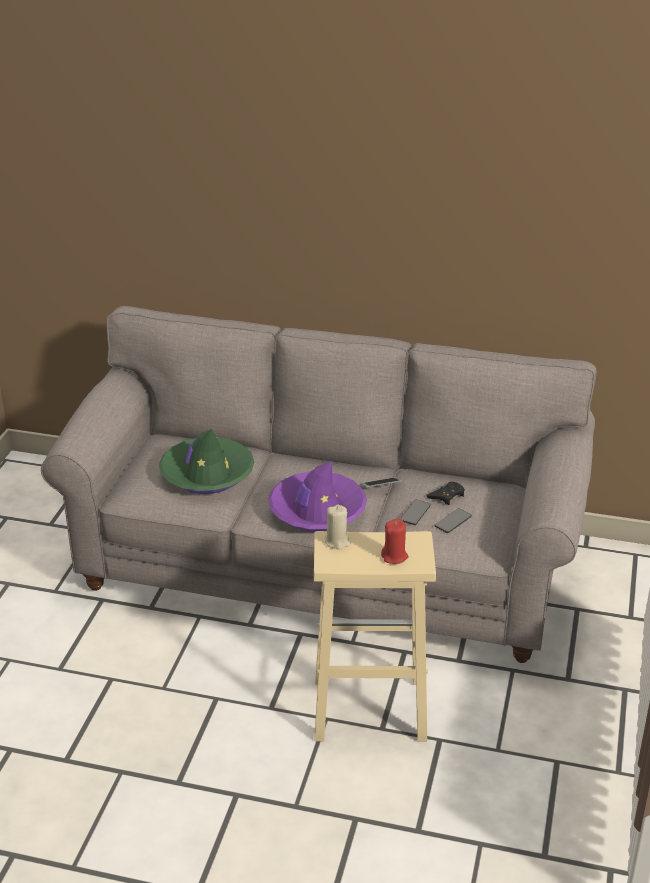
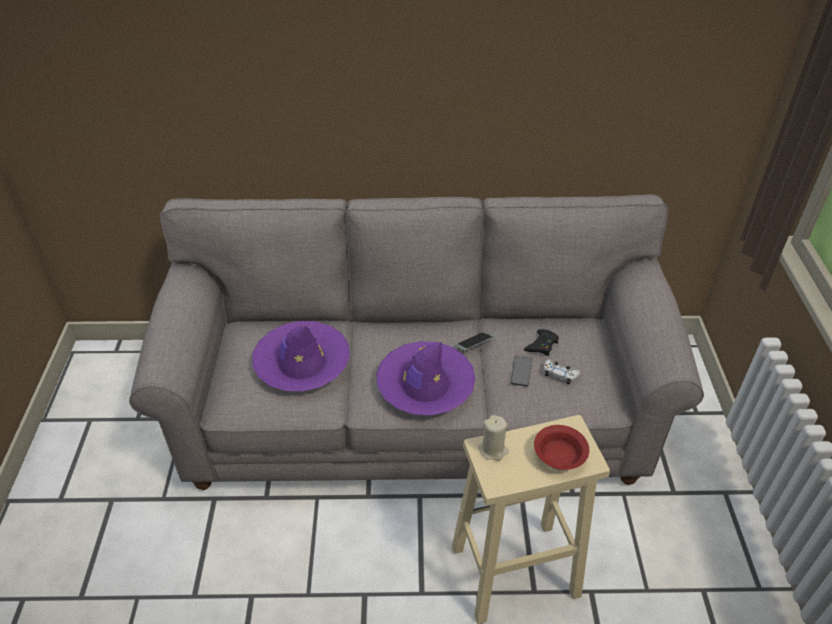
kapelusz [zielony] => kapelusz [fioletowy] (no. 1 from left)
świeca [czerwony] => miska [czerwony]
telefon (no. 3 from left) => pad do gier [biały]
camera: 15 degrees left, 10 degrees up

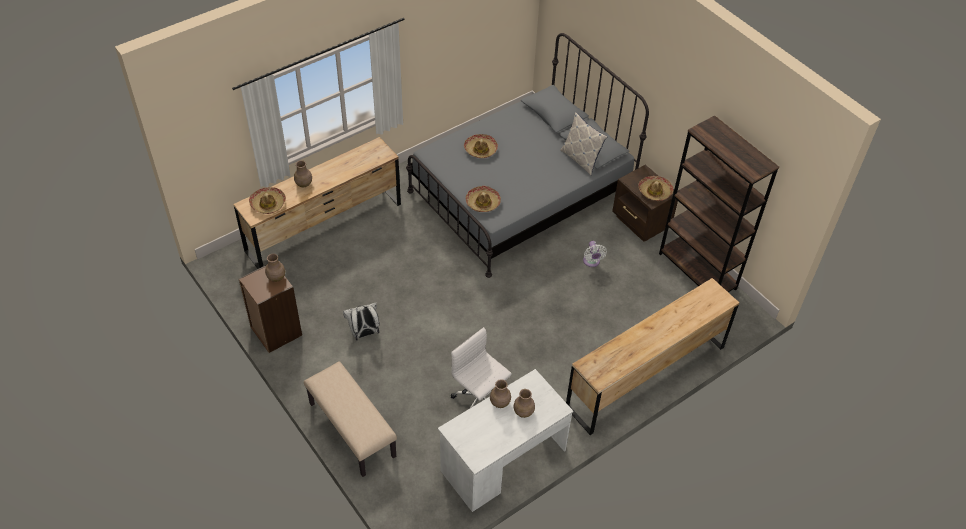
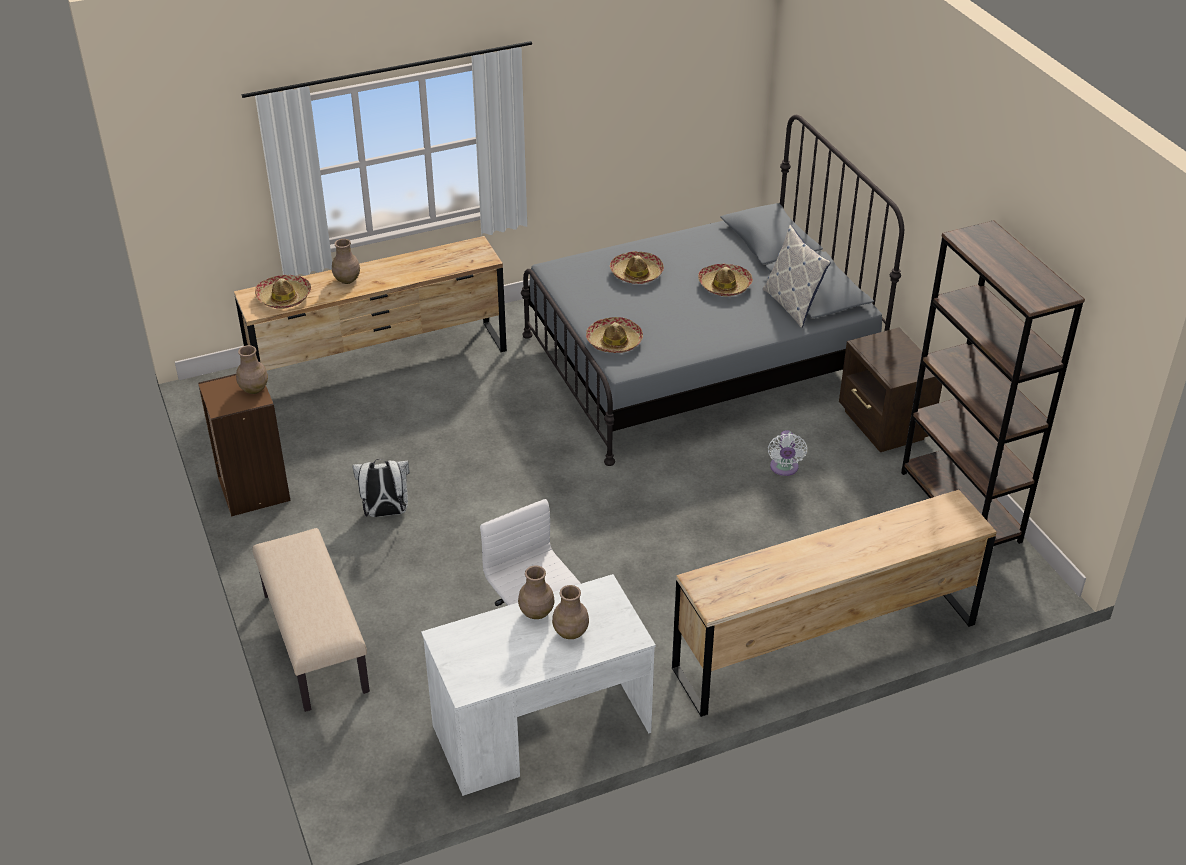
kapelusz (no. 4 from left), shifted
camera: 15 degrees right, 10 degrees down

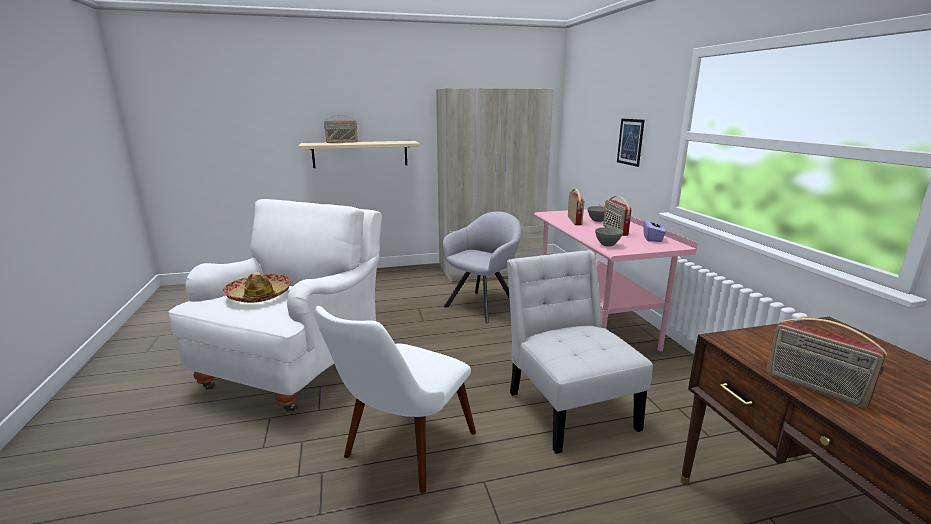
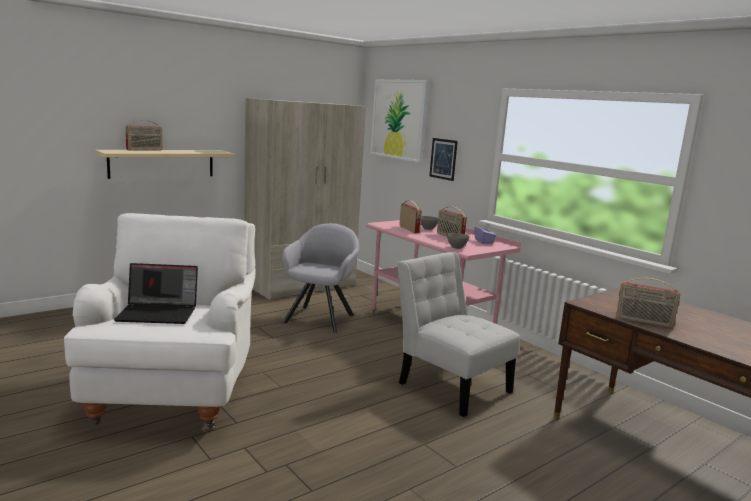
kapelusz => laptop
krzesło [biały] (no. 1 from left) => nothing
nothing => obraz (no. 1 from left)
camera: 25 degrees left, 5 degrees down

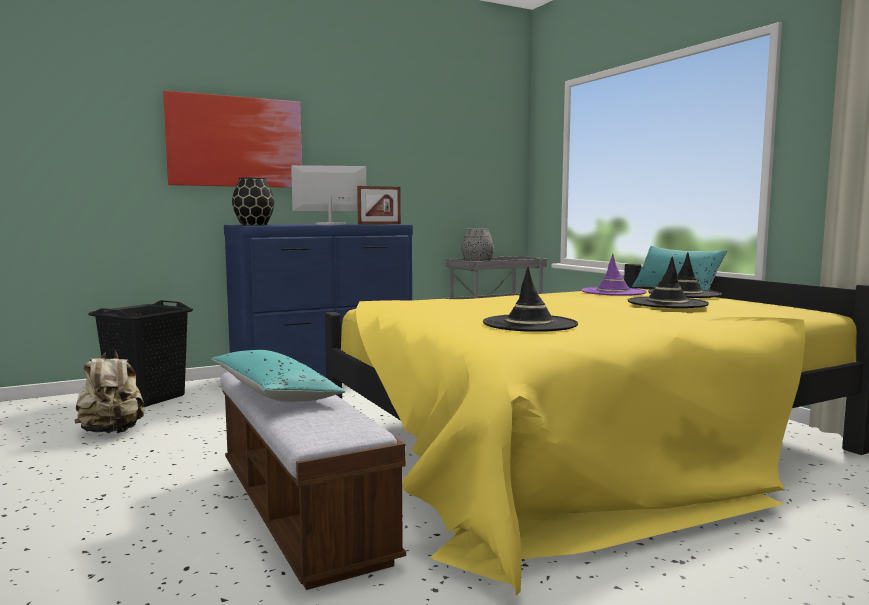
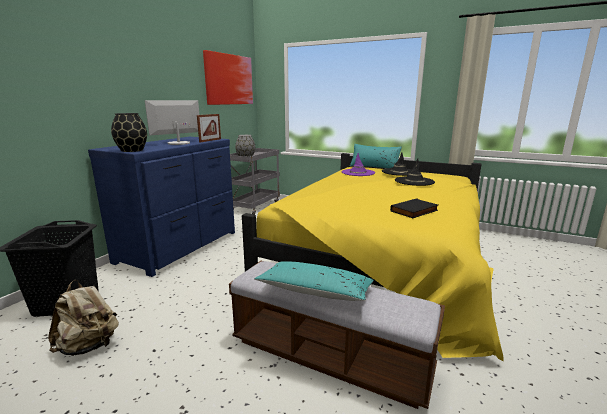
obraz, shifted
kapelusz [czarny] (no. 1 from left) => książka [czarny]
camera: 35 degrees left, 10 degrees up

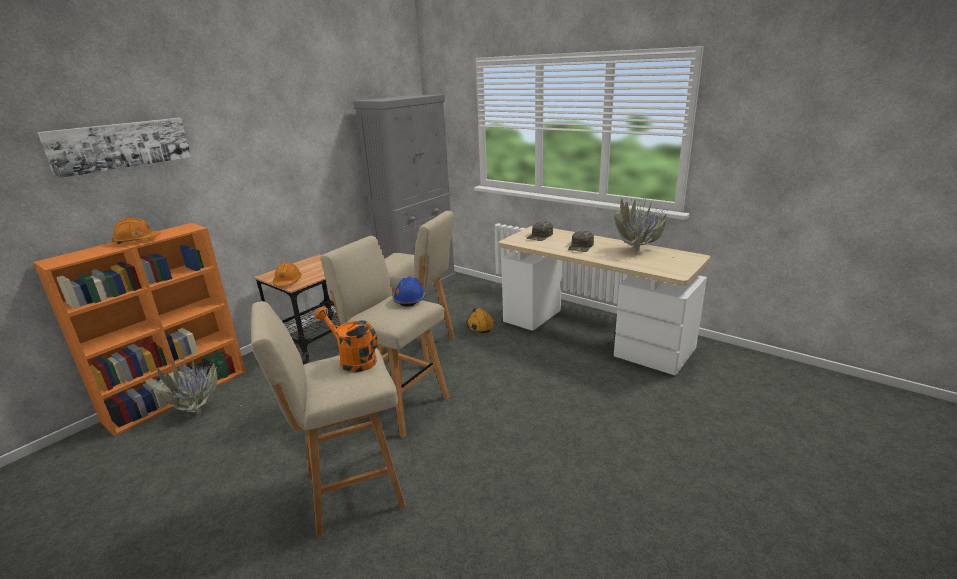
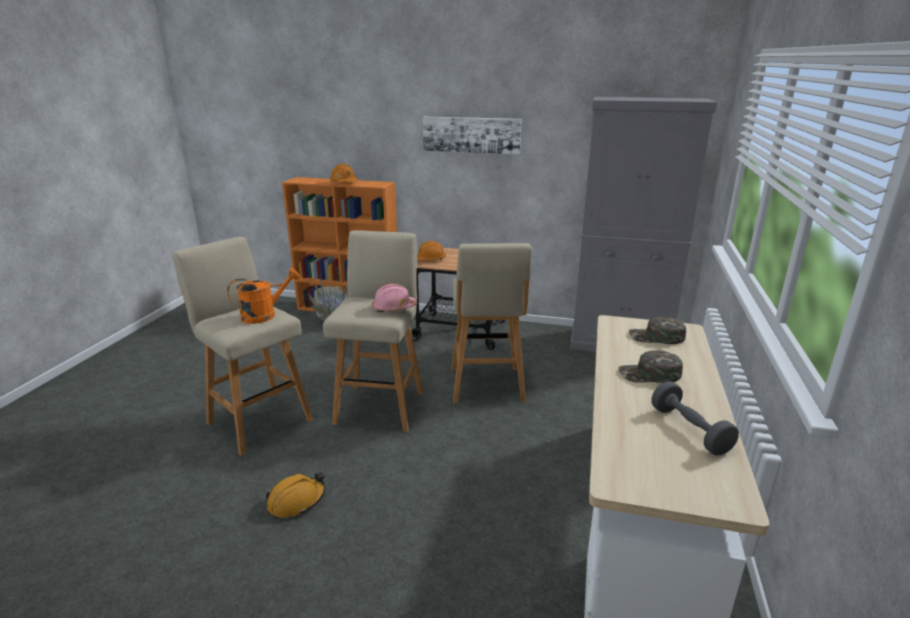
obraz, shifted
konewka [pomarańczowy], 45 degrees clockwise
kask [niebieski] => kask [różowy]
kask [pomarańczowy] (no. 3 from left in the first image) => kask [pomarańczowy] (no. 1 from left), shifted
roślina doniczkowa (no. 2 from left) => hantel [szary]
camera: 65 degrees right, 0 degrees up

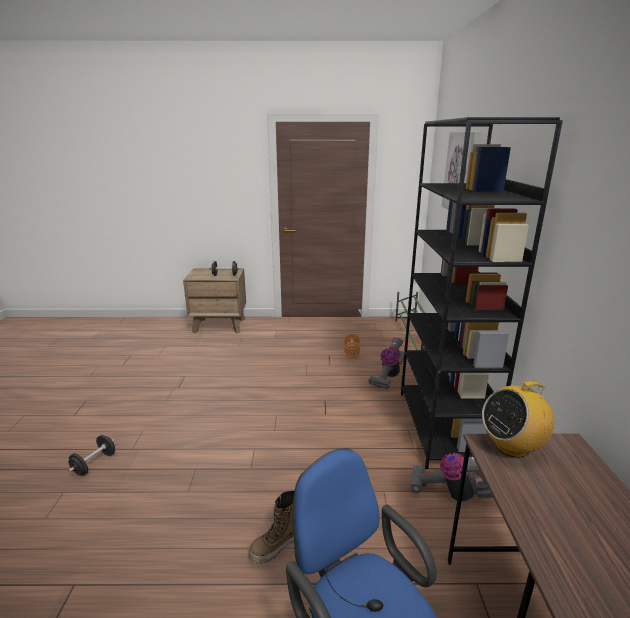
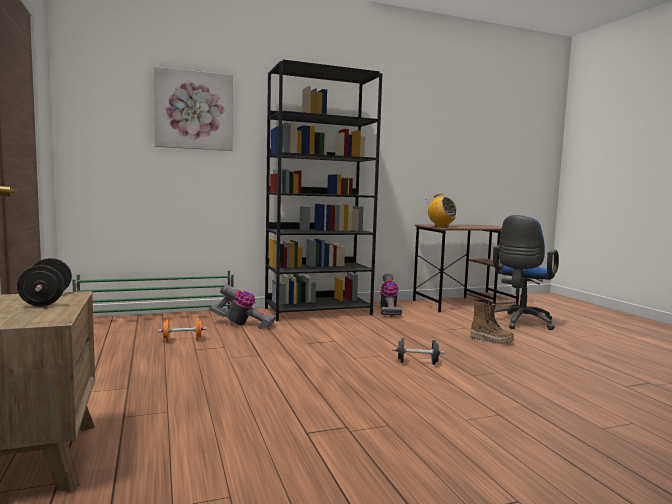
hantel [czarny] (no. 1 from left in the first image) => hantel [czarny] (no. 2 from left), shifted
camera: 110 degrees left, 15 degrees down

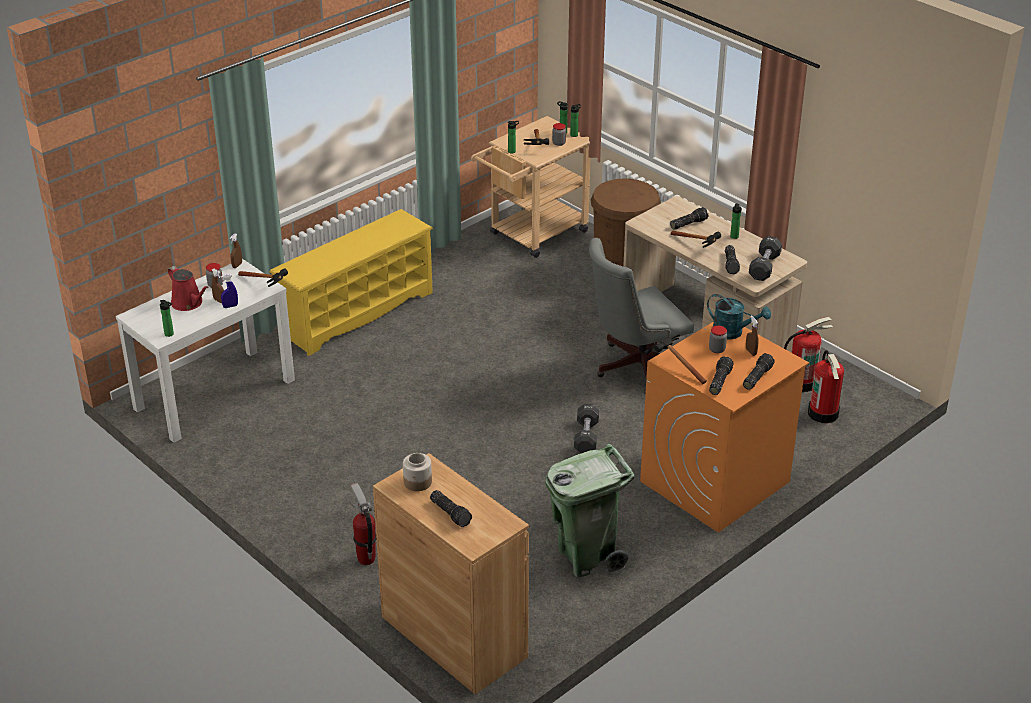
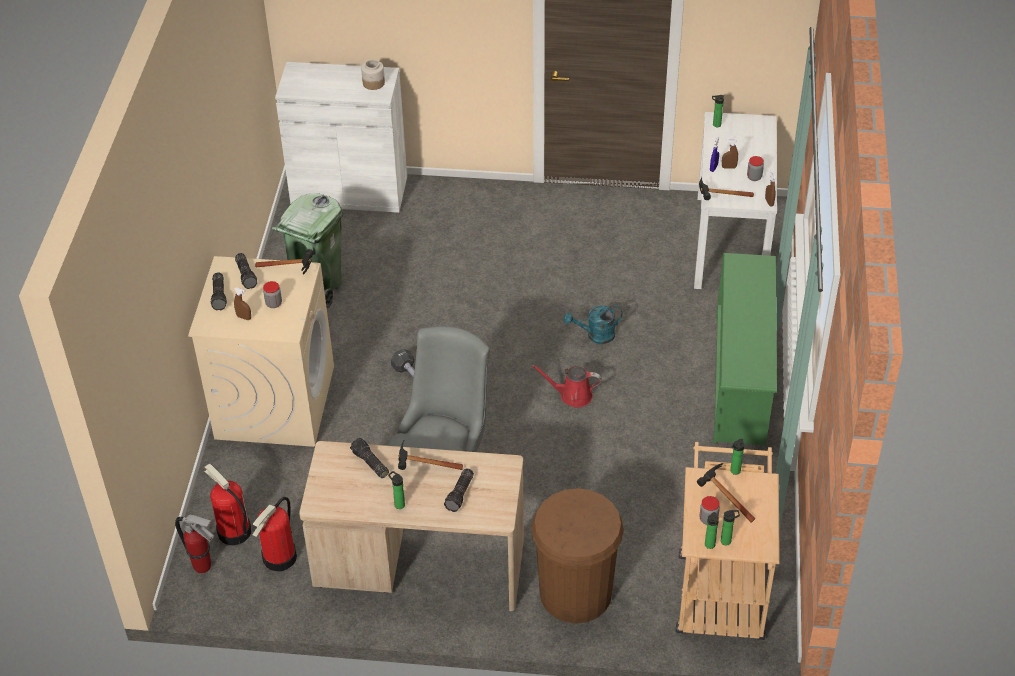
konewka [czerwony], shifted
regał na buty [żółty] => regał na buty [zielony]
gaśnica (no. 1 from left), shifted
szafka [brązowy] => szafka [biały]
latarka (no. 1 from left) => nothing
pralka [pomarańczowy] => pralka [beżowy]
konewka [turkusowy], shifted
hantel [czarny] (no. 2 from left) => nothing
camera: 140 degrees right, 10 degrees up

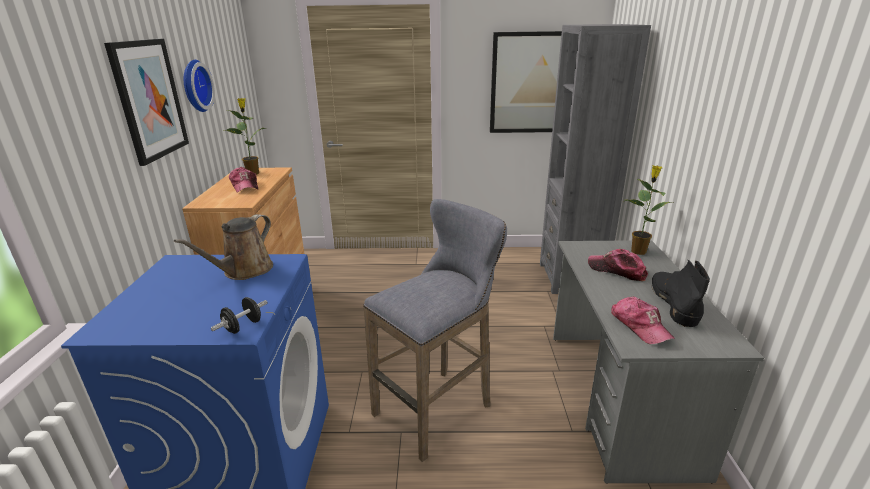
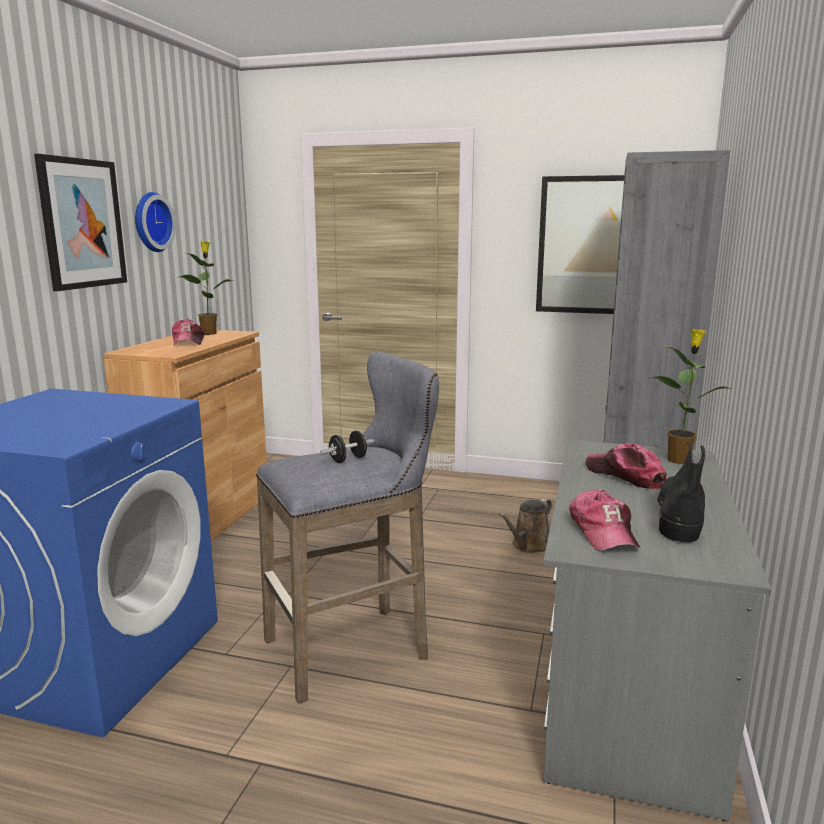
konewka [brązowy], shifted
hantel [czarny], shifted
camera: 15 degrees right, 10 degrees down

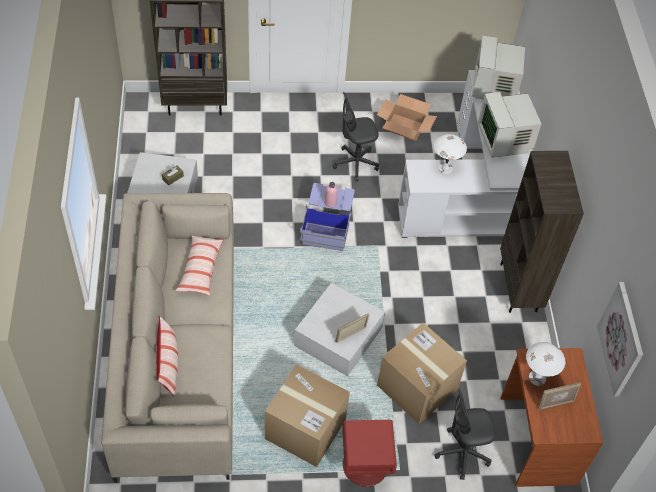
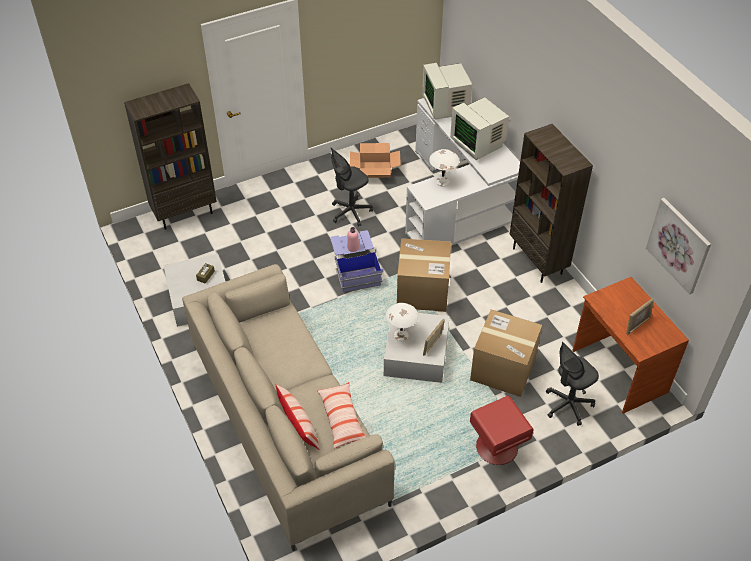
poduszka (no. 2 from left), shifted
karton (no. 1 from left in the first image) => karton (no. 2 from left), shifted
lampa stołowa [biały] (no. 2 from left in the first image) => lampa stołowa [biały] (no. 1 from left), shifted
camera: 20 degrees left, 5 degrees down

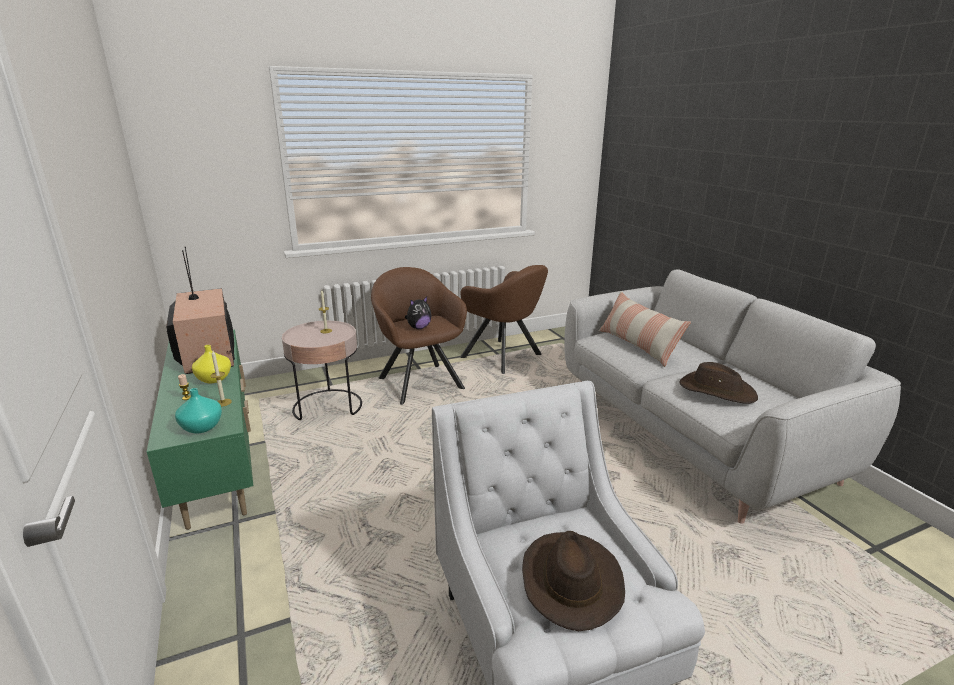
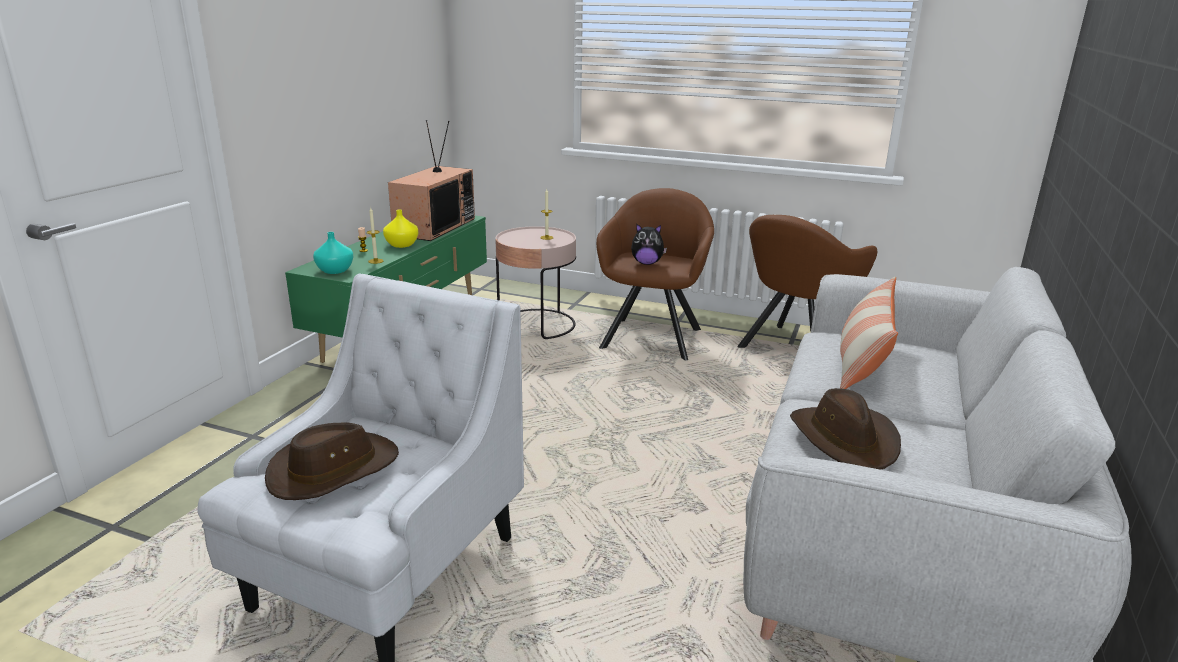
fotel [brązowy] (no. 2 from left), 45 degrees clockwise
camera: 45 degrees right, 0 degrees up

